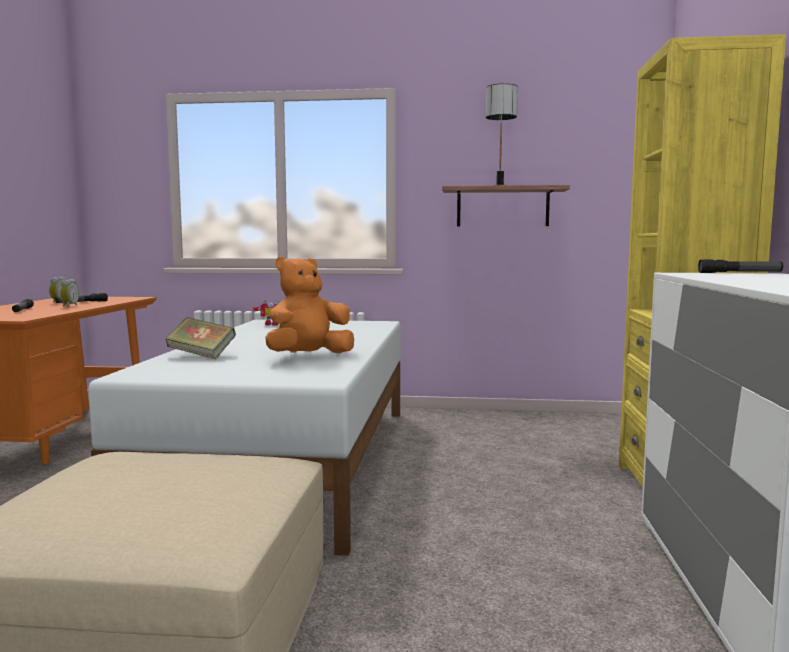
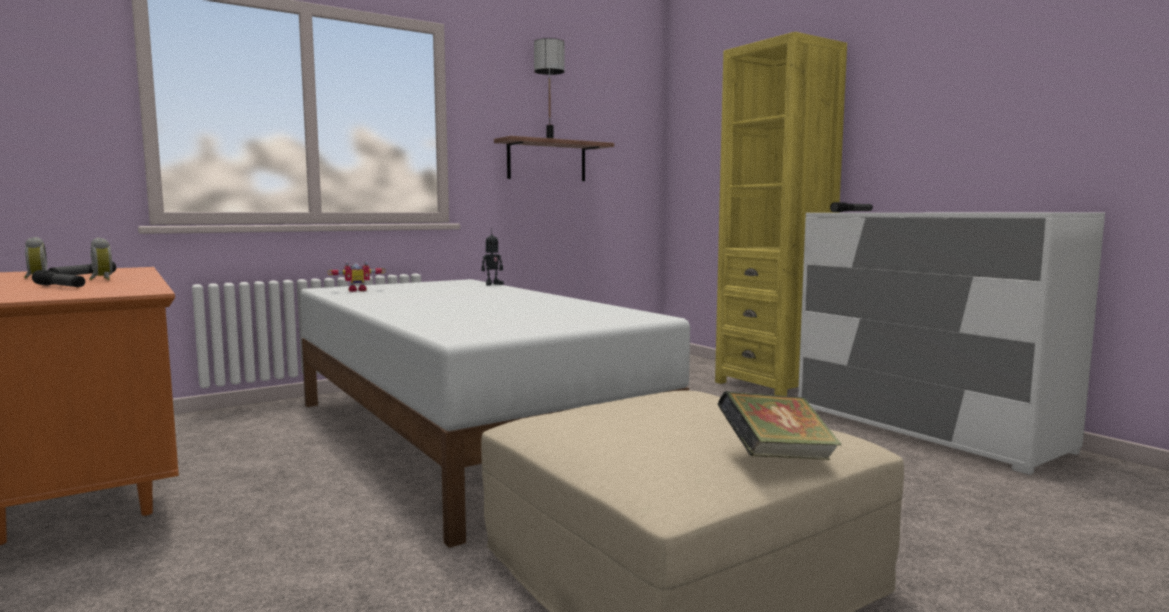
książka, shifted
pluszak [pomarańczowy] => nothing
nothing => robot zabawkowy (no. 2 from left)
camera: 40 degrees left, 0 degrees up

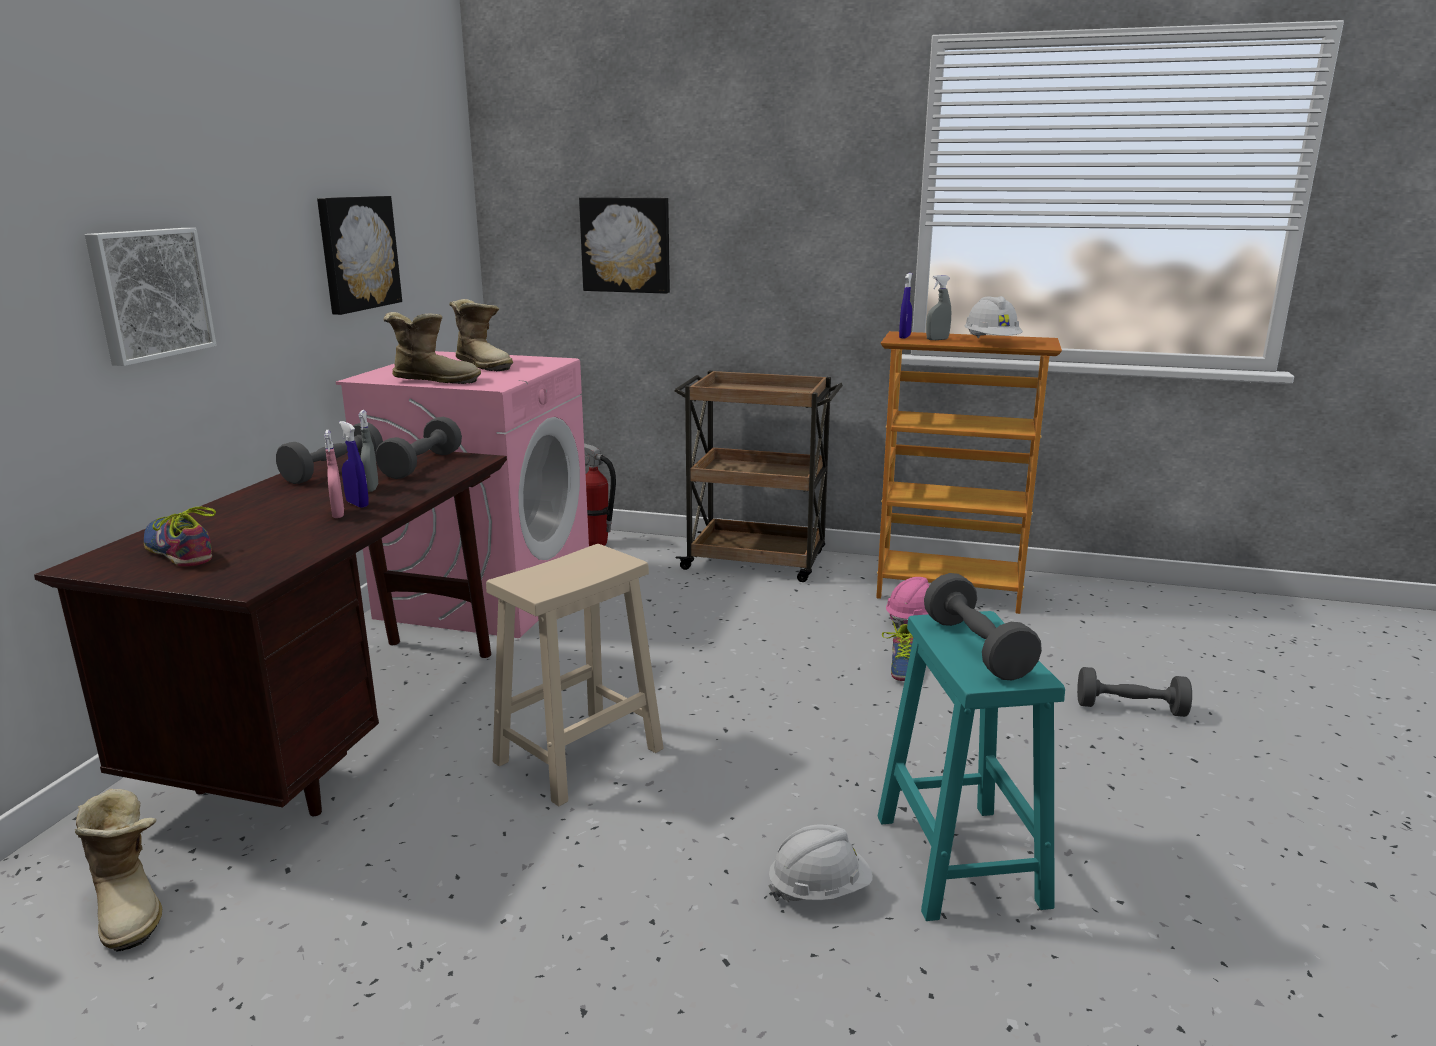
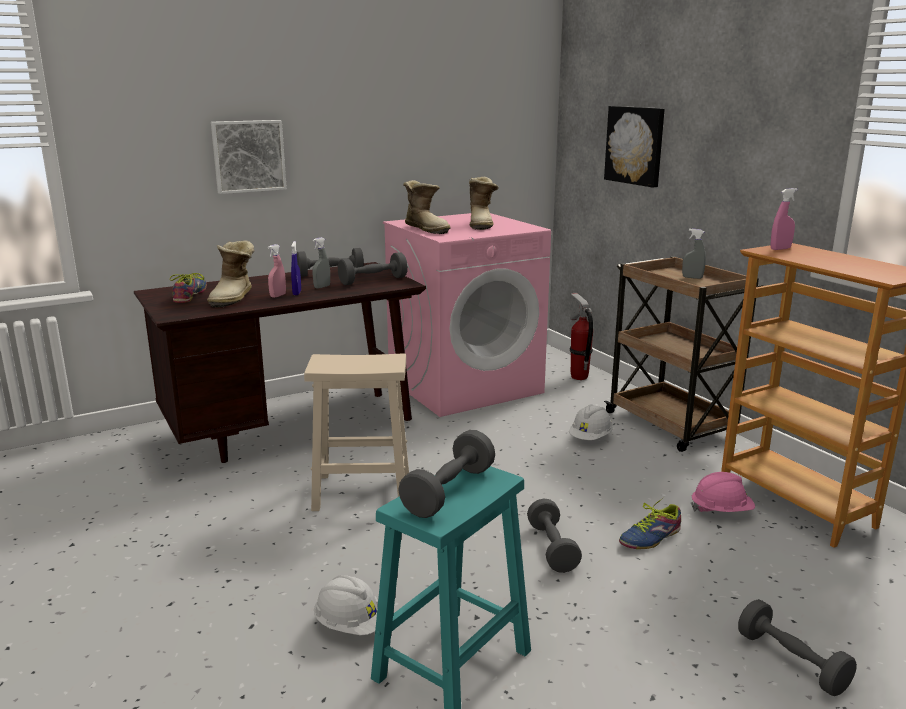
but z cholewką (no. 1 from left), shifted
obraz (no. 2 from left) => nothing
spryskiwacz [niebieski] (no. 2 from left) => spryskiwacz [różowy] (no. 2 from left)
spryskiwacz [szary] (no. 2 from left), shifted
kask [biały] (no. 2 from left), shifted
nothing => hantel [szary] (no. 4 from left)
camera: 45 degrees right, 0 degrees up

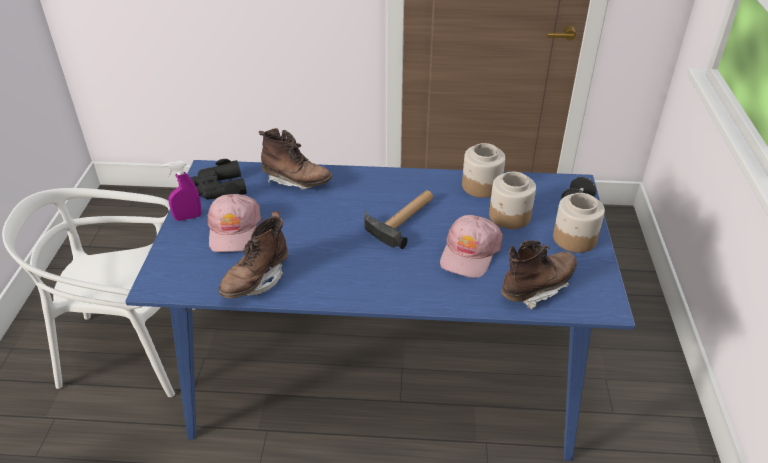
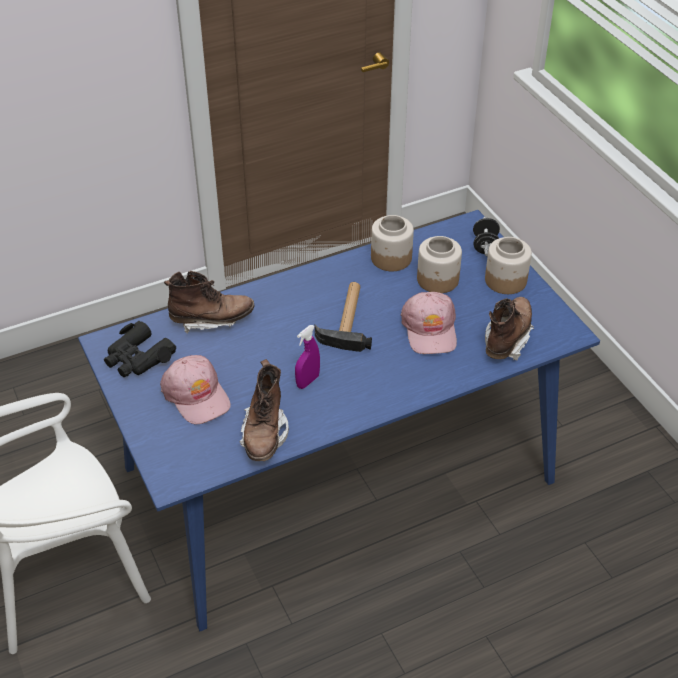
spryskiwacz [fioletowy], shifted
camera: 30 degrees left, 5 degrees up

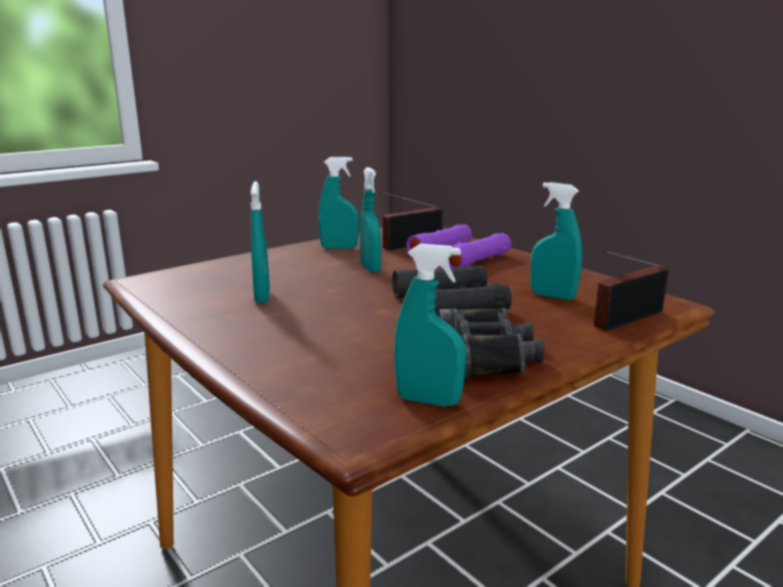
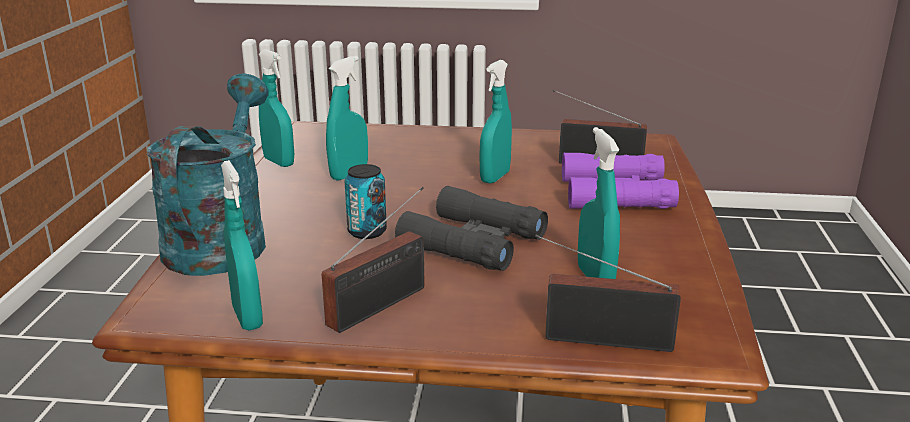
spryskiwacz [turkusowy] (no. 2 from left), shifted
lornetka [czarny] (no. 2 from left) => radio (no. 1 from left)
nothing => konewka [turkusowy]
nothing => puszka
camera: 45 degrees right, 5 degrees up

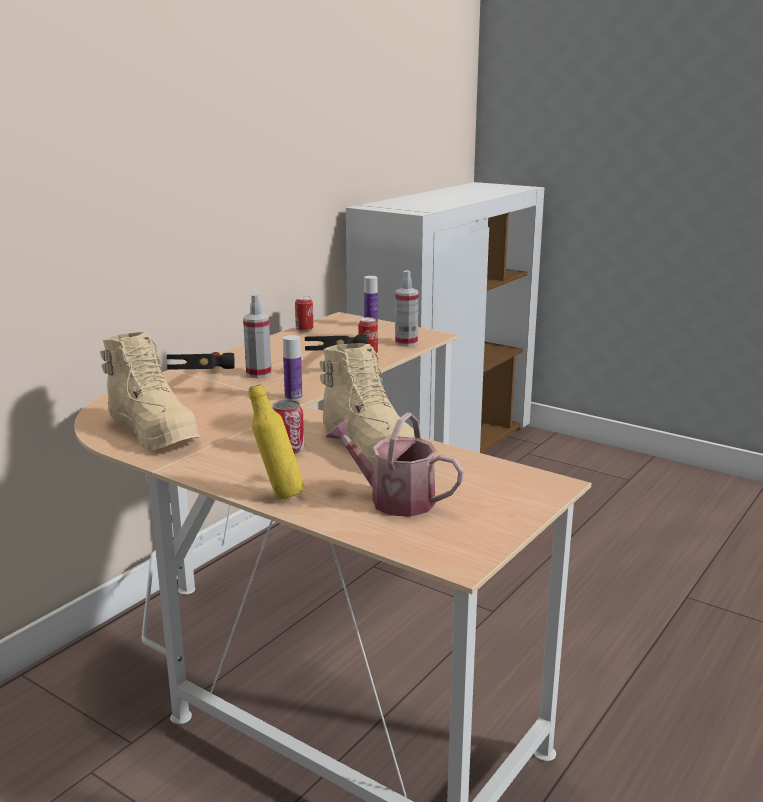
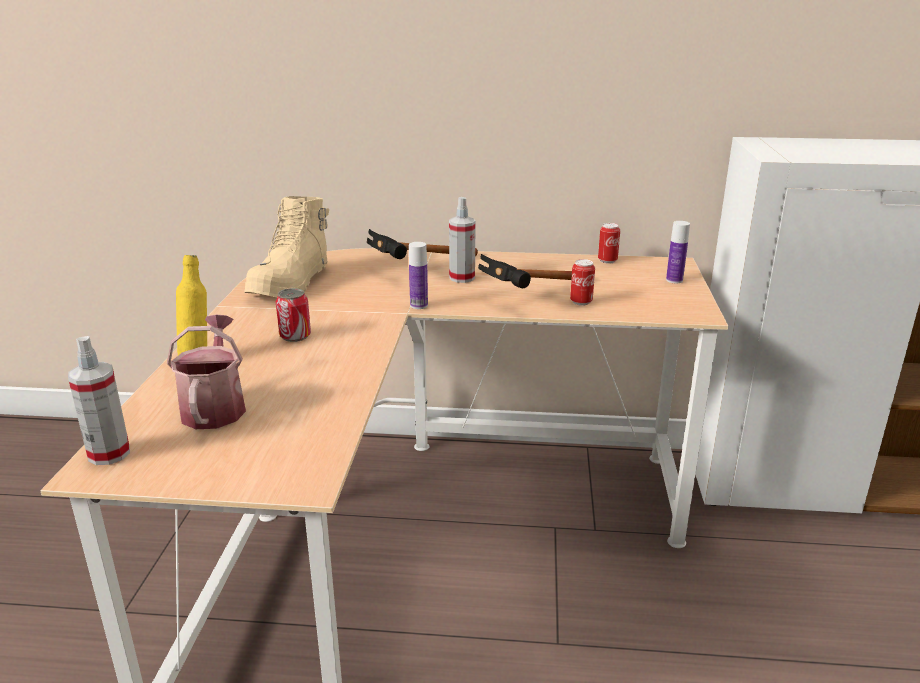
but z cholewką [beżowy] (no. 2 from left) => nothing
spryskiwacz (no. 2 from left in the first image) => spryskiwacz (no. 1 from left), shifted
camera: 60 degrees right, 5 degrees up

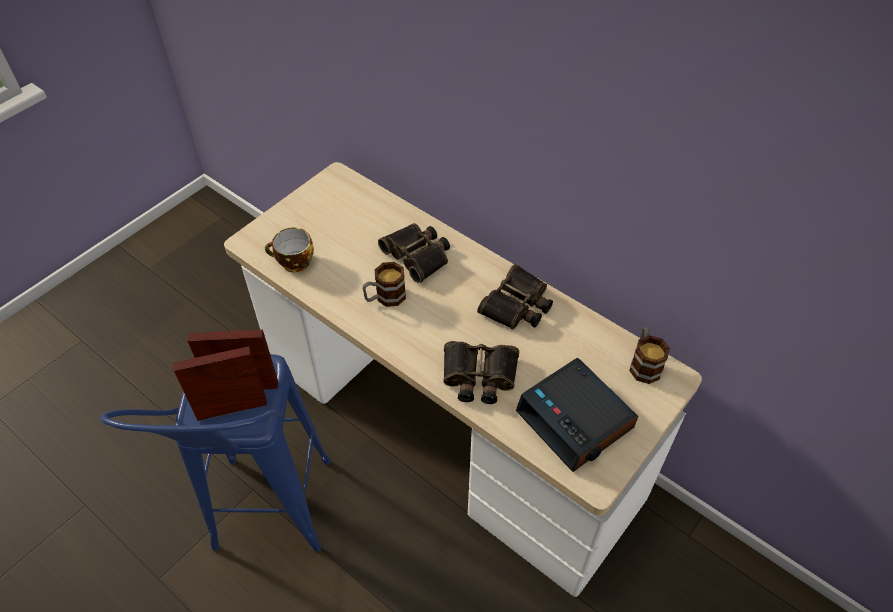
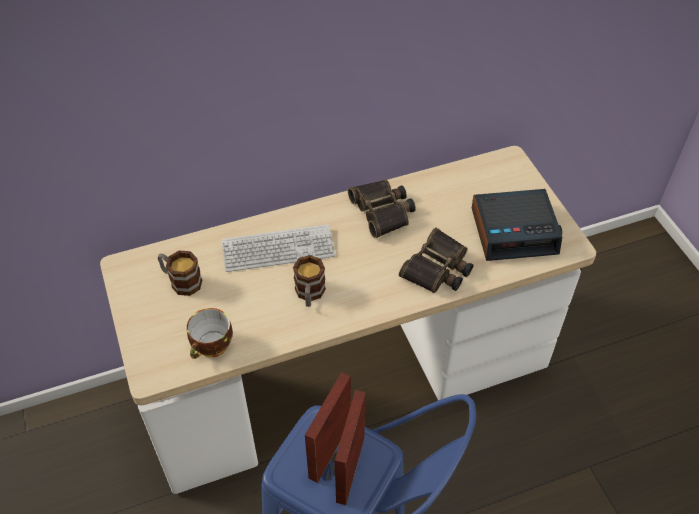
lornetka (no. 1 from left) => klawiatura
kubek (no. 2 from left in the first image) => kubek (no. 1 from left), shifted
camera: 60 degrees left, 0 degrees up

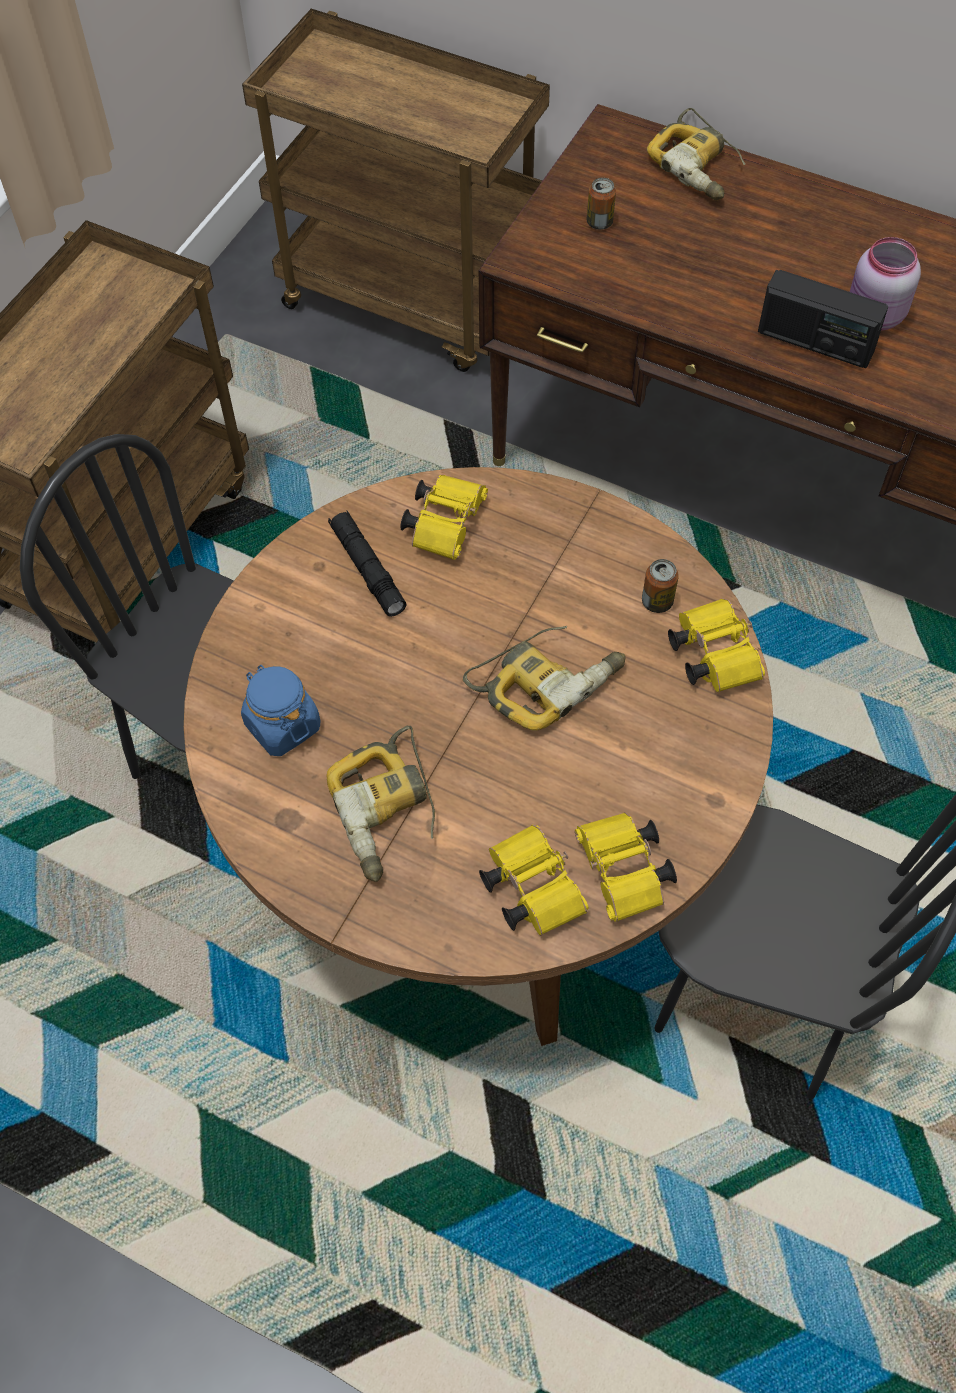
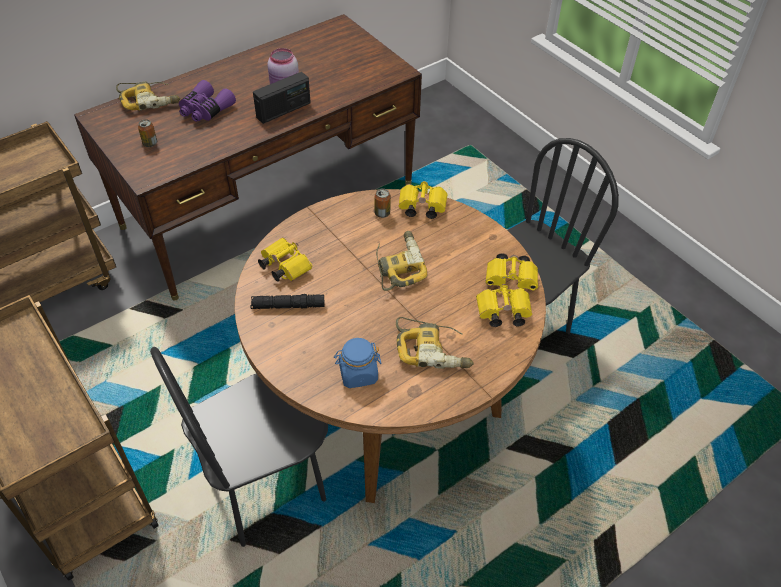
nothing => lornetka [fioletowy]
camera: 65 degrees left, 10 degrees down

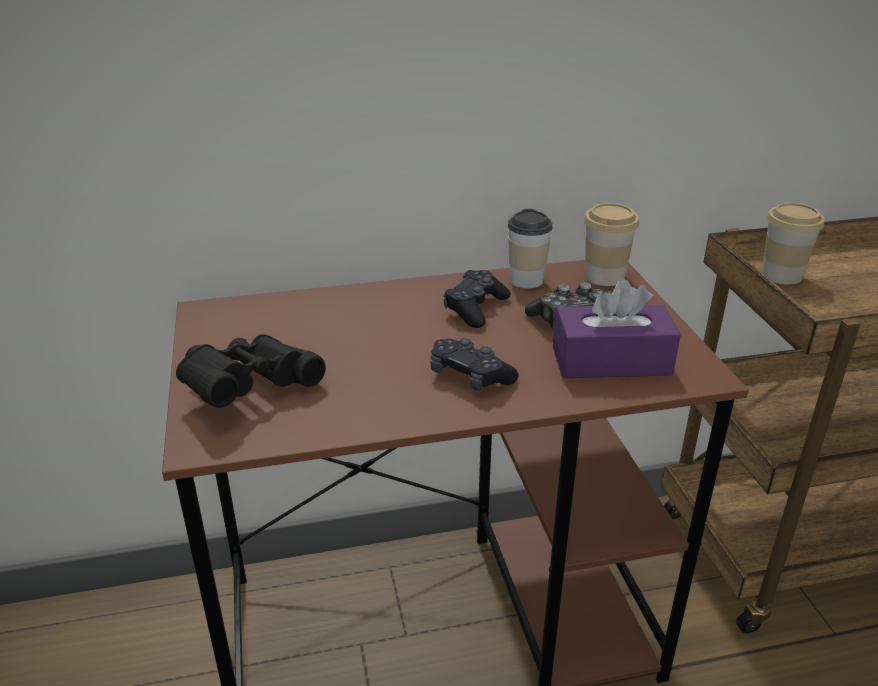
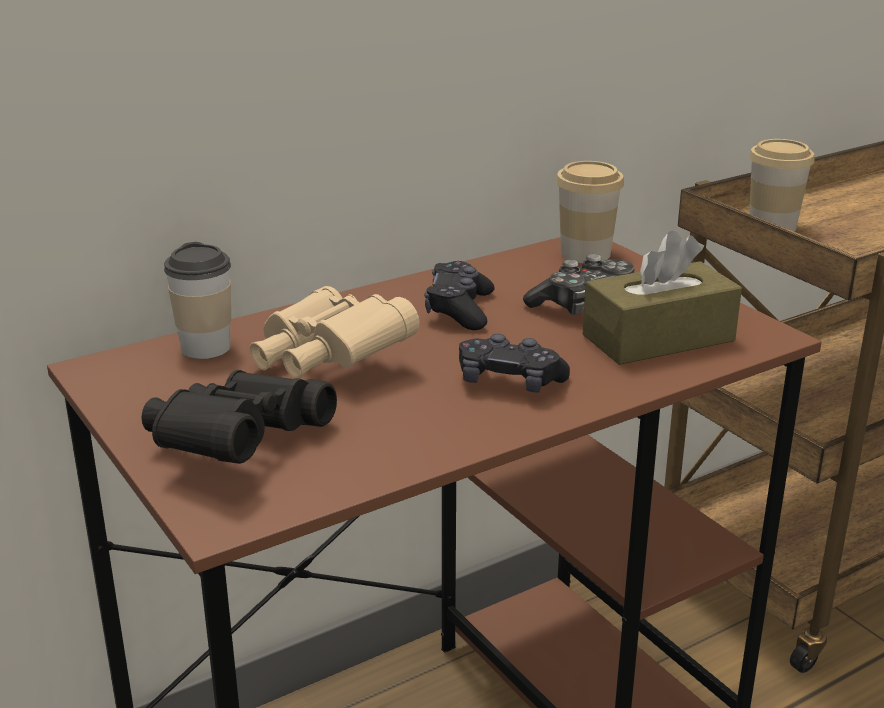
filiżanka (no. 1 from left), shifted
pudełko chusteczek [fioletowy] => pudełko chusteczek [brązowy]
nothing => lornetka [beżowy]
camera: 20 degrees left, 5 degrees down

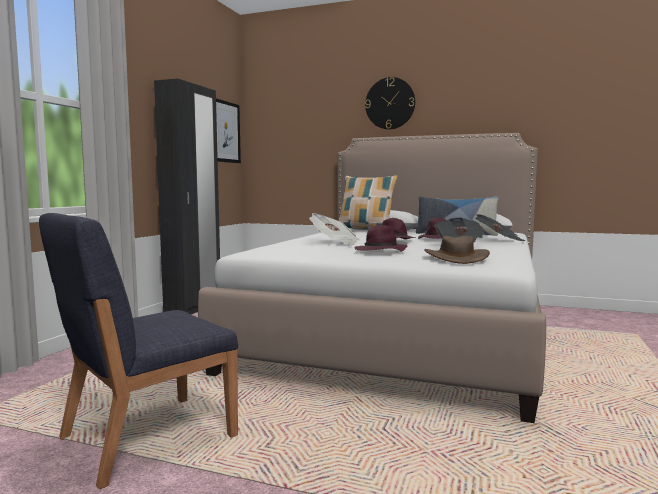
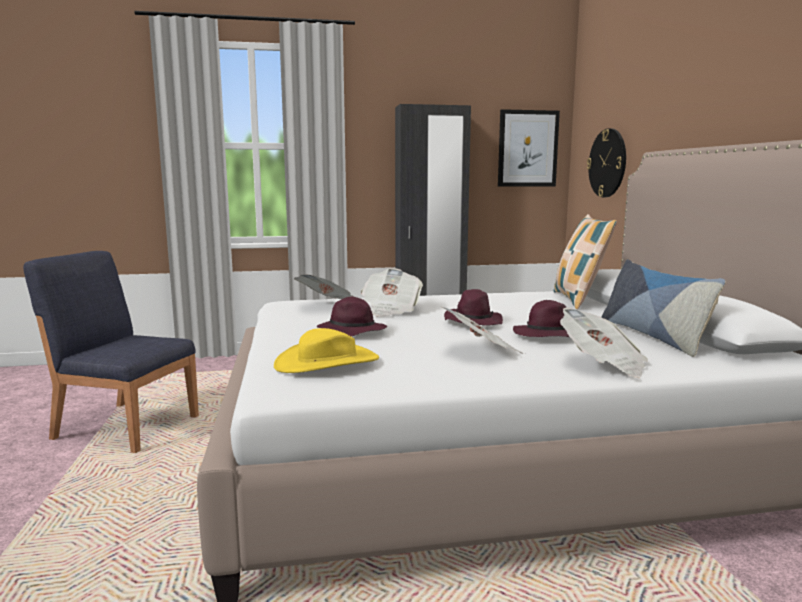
zegar ścienny, shifted
kapelusz [brązowy] => kapelusz [żółty]
nothing => gazeta (no. 1 from left)
camera: 60 degrees right, 5 degrees up

